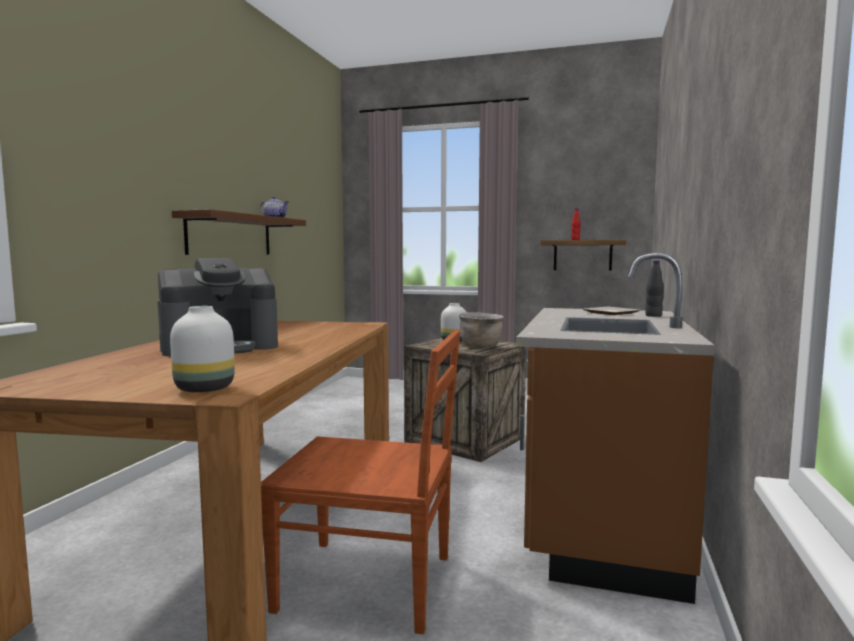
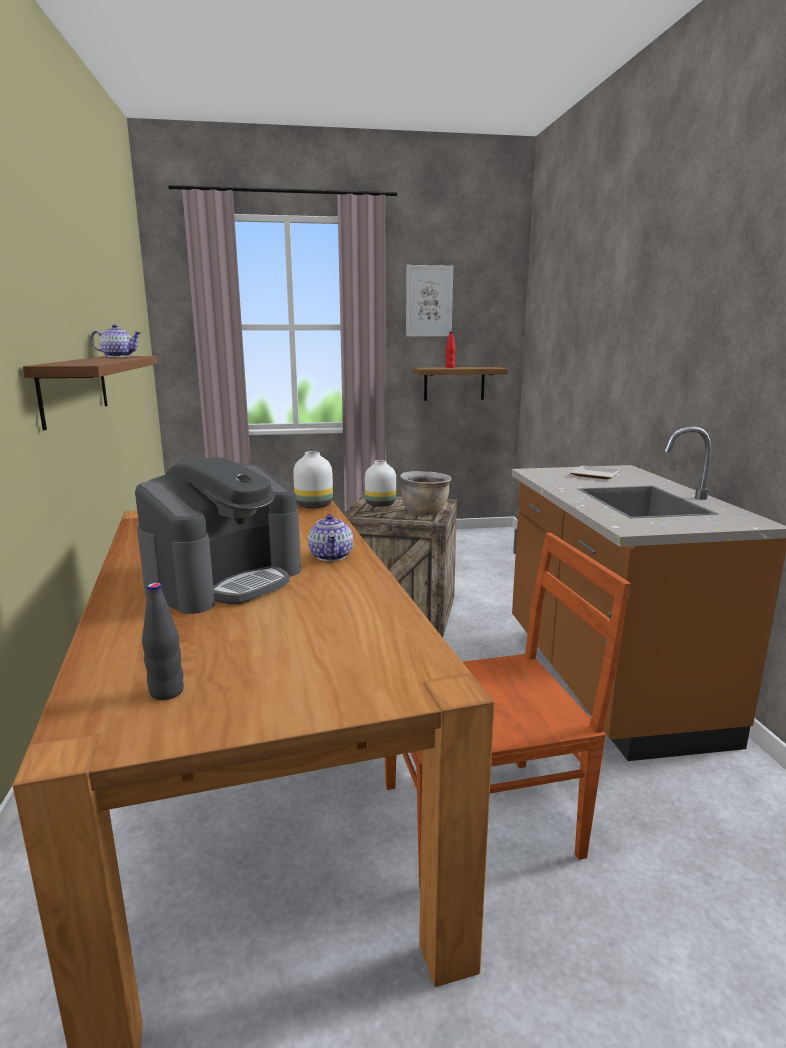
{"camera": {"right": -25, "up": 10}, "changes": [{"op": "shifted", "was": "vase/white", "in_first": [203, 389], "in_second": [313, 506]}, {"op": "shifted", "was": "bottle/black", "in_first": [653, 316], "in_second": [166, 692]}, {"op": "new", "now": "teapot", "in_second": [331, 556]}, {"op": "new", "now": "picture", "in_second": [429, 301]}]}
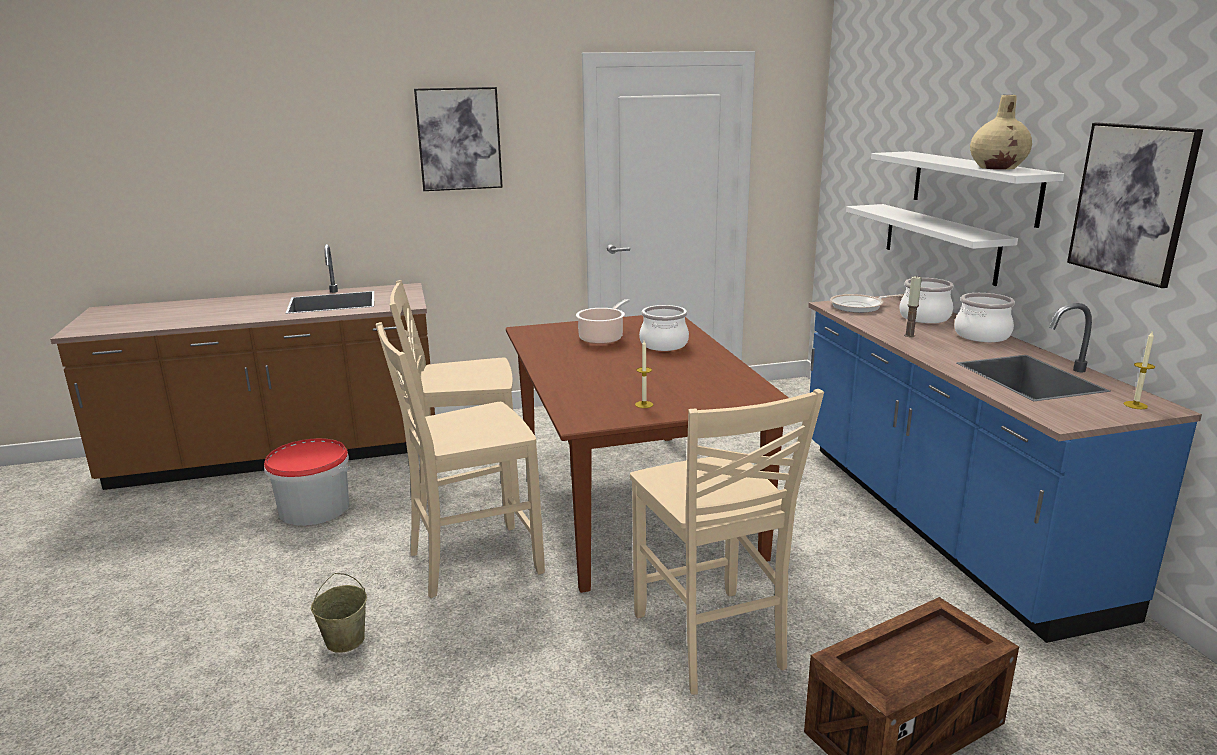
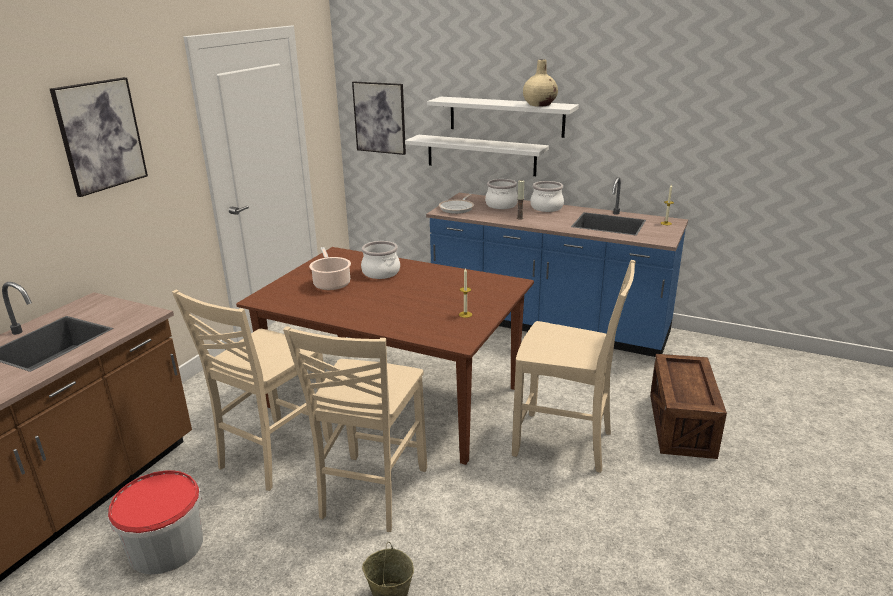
{"camera": {"right": -50, "up": 5}, "changes": [{"op": "shifted", "was": "picture", "in_first": [1131, 202], "in_second": [379, 118]}]}
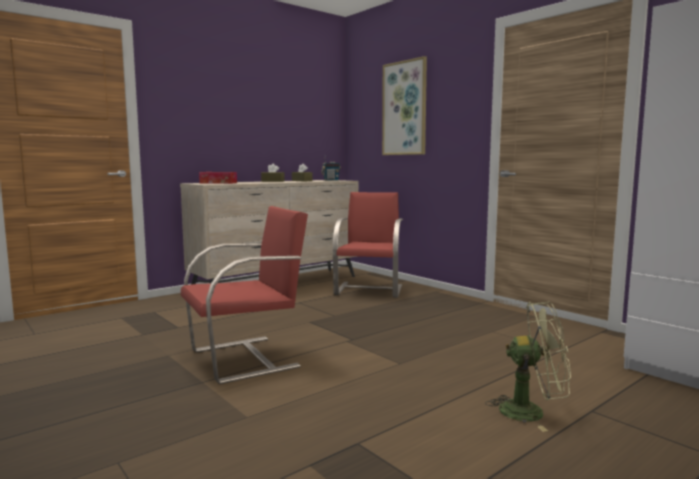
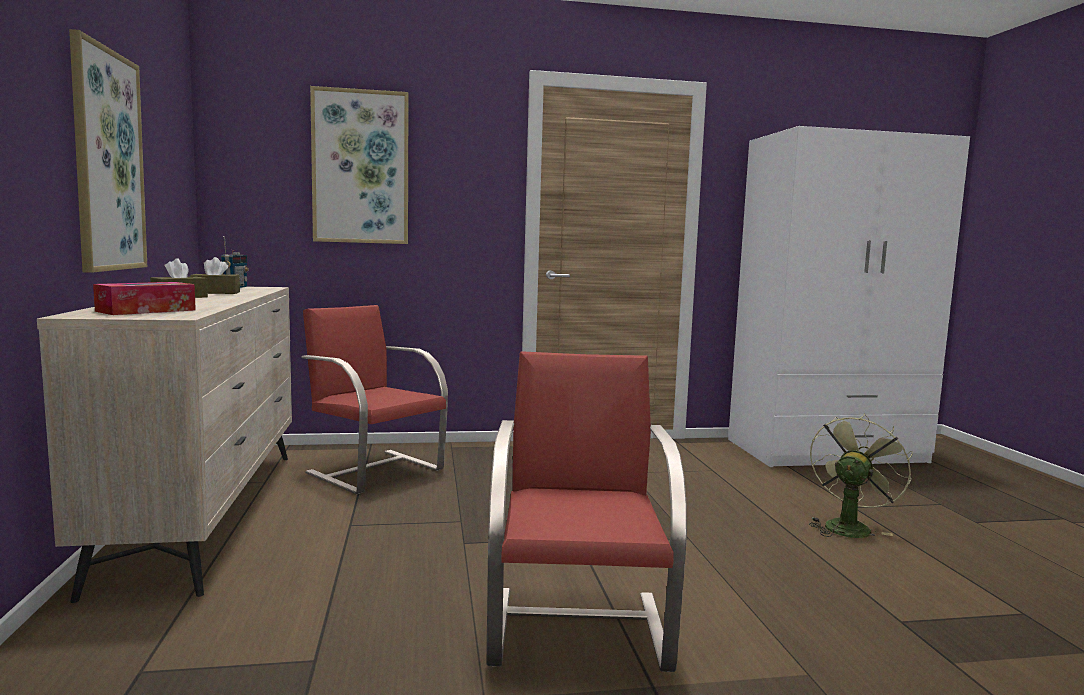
{"camera": {"right": -60, "up": 0}, "changes": [{"op": "new", "now": "picture", "in_second": [107, 161]}]}
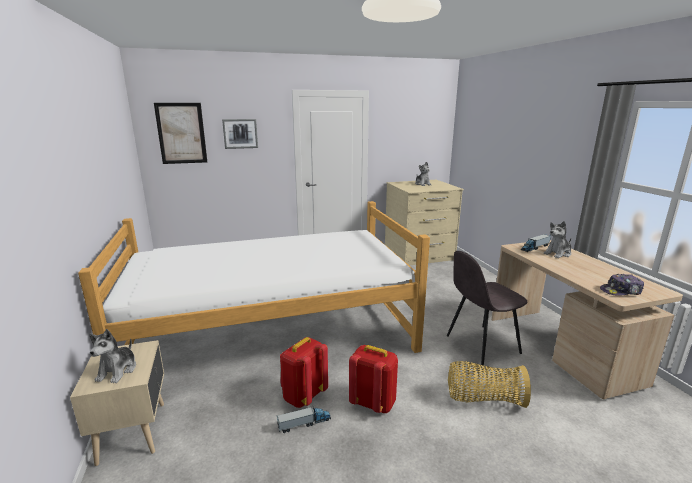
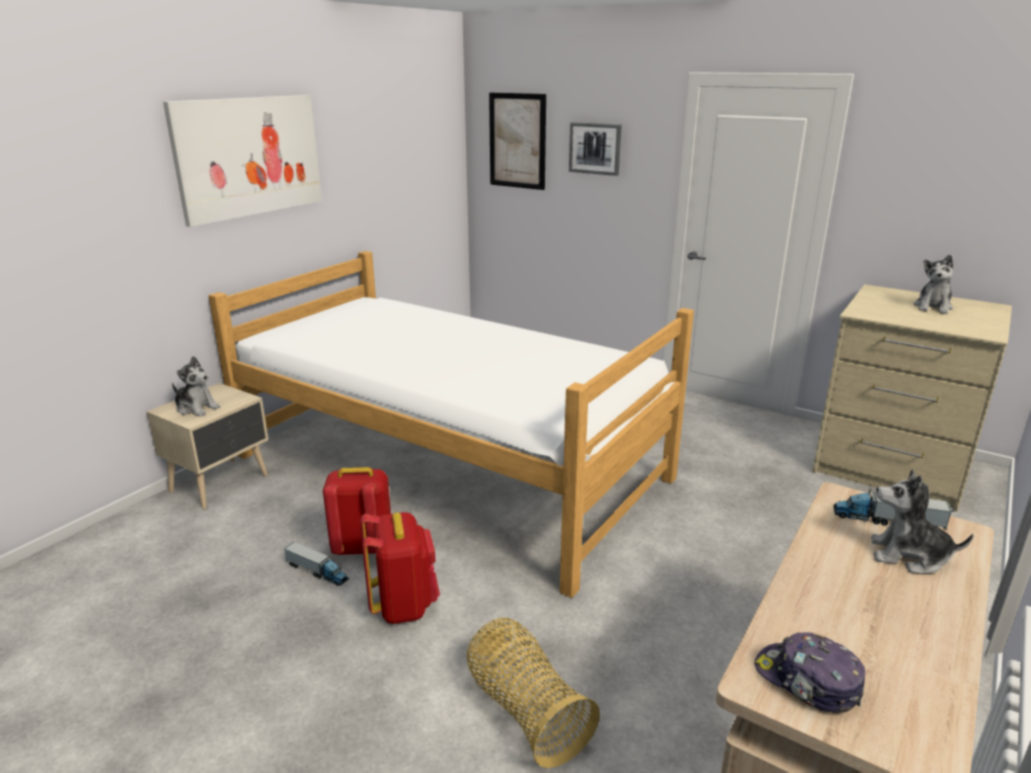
{"camera": {"right": 50, "up": 5}, "changes": [{"op": "rotated", "was": "plush toy", "in_first": [118, 371], "in_second": [196, 408], "clockwise": -120}, {"op": "gone", "was": "chair/grey", "in_first": [481, 345]}, {"op": "new", "now": "picture", "in_second": [249, 156]}]}
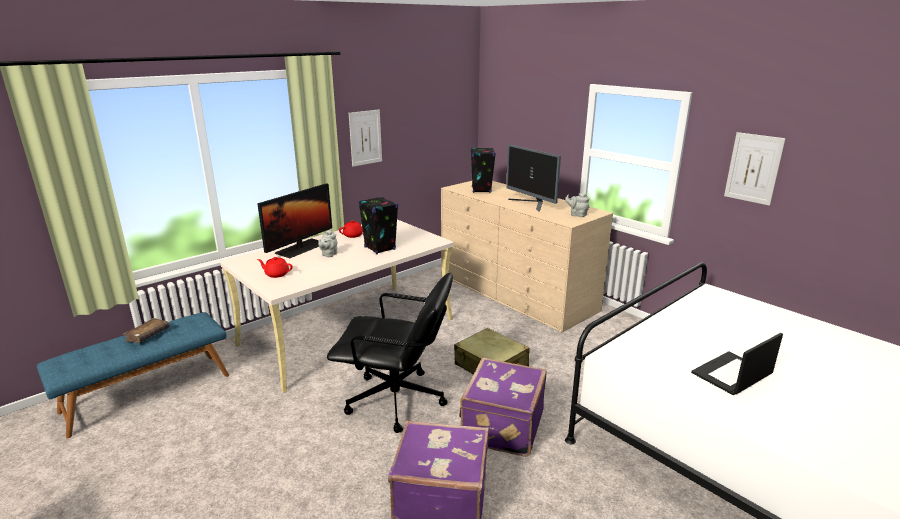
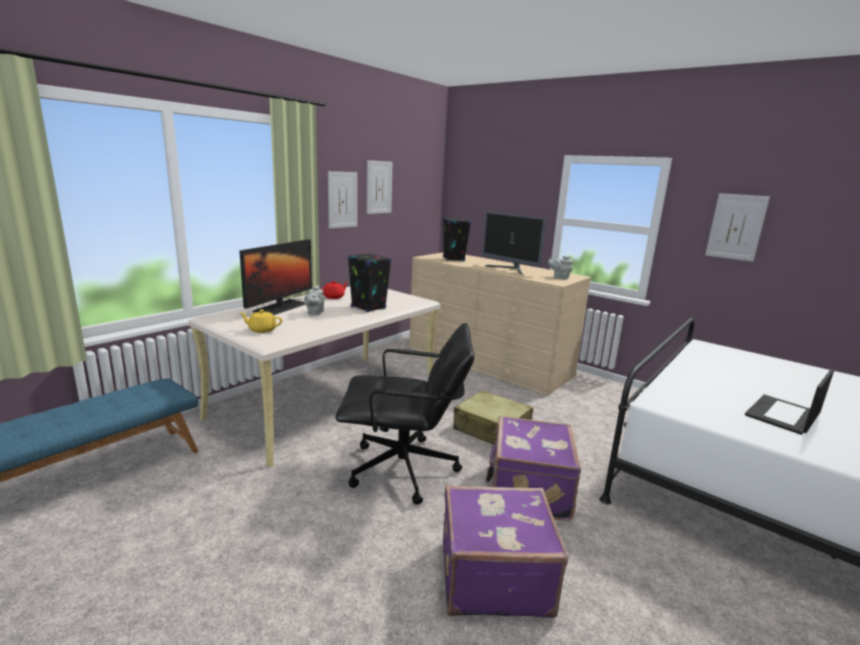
{"camera": {"right": -10, "up": -5}, "changes": [{"op": "gone", "was": "book/brown", "in_first": [148, 335]}, {"op": "repainted", "was": "teapot/red", "now": "teapot/yellow", "in_first": [276, 274], "in_second": [262, 330]}, {"op": "new", "now": "picture", "in_second": [379, 187]}]}
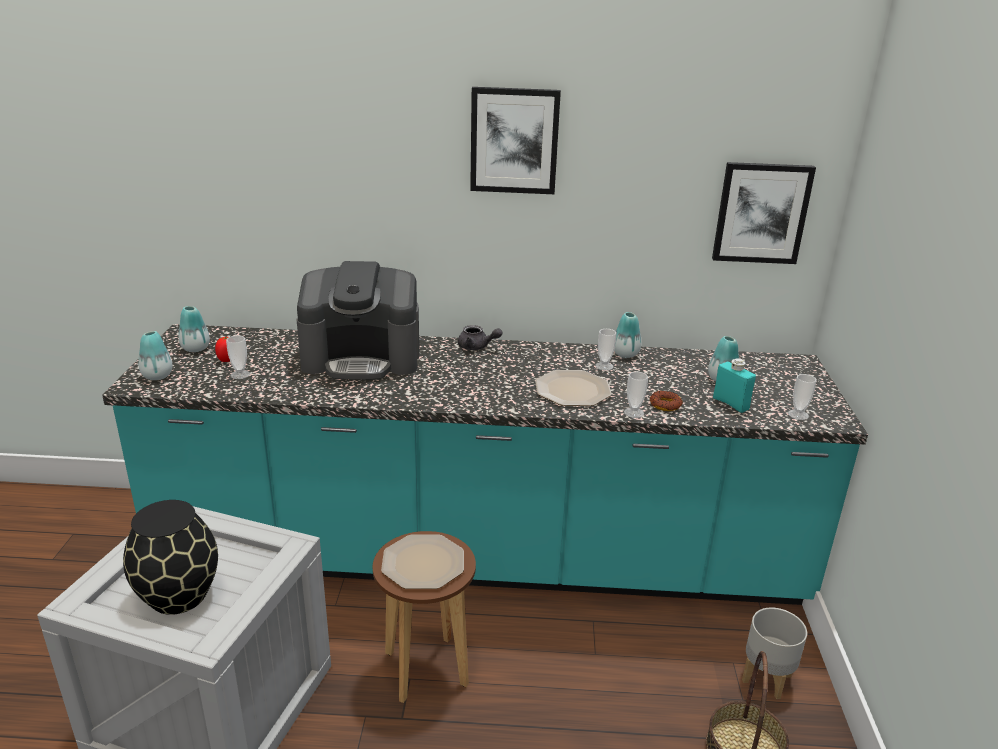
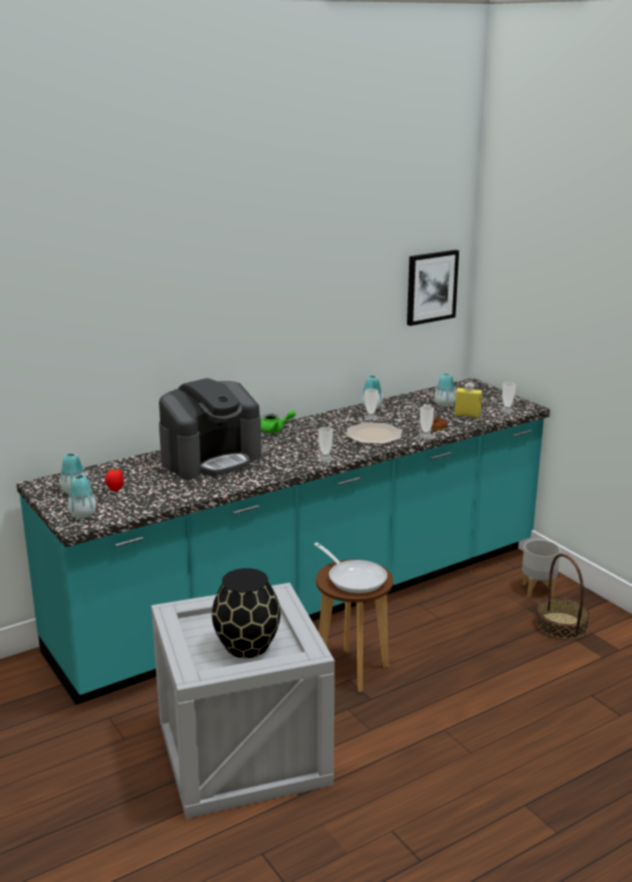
{"camera": {"right": -35, "up": -5}, "changes": [{"op": "shifted", "was": "cup", "in_first": [240, 374], "in_second": [325, 458]}, {"op": "swapped", "was": "plate", "now": "frying pan", "in_first": [424, 563], "in_second": [354, 578]}, {"op": "repainted", "was": "teapot/grey", "now": "teapot/green", "in_first": [477, 347], "in_second": [275, 430]}, {"op": "gone", "was": "picture", "in_first": [514, 141]}, {"op": "repainted", "was": "bottle/turquoise", "now": "bottle/yellow", "in_first": [730, 403], "in_second": [467, 415]}]}
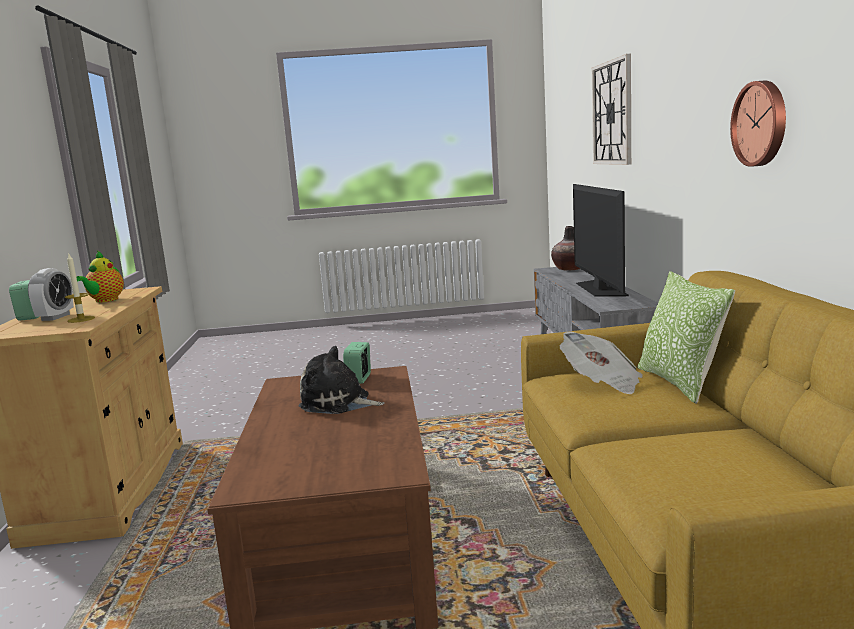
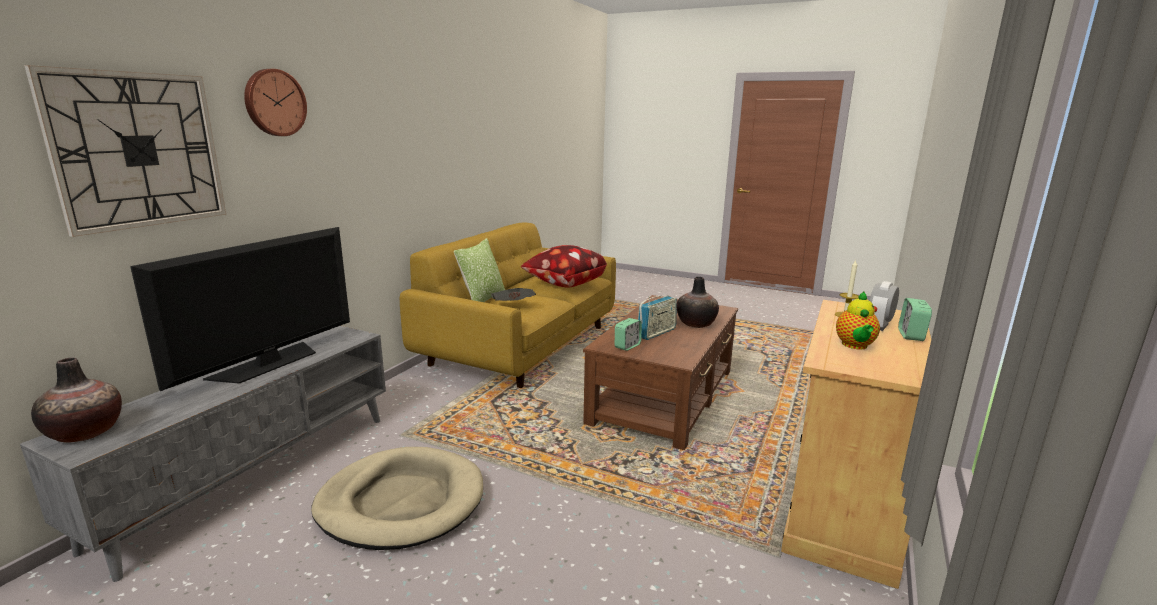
{"camera": {"right": -150, "up": 5}, "changes": [{"op": "rotated", "was": "teapot", "in_first": [105, 300], "in_second": [855, 346], "clockwise": 150}, {"op": "swapped", "was": "plush toy", "now": "radio", "in_first": [338, 403], "in_second": [656, 333]}, {"op": "shifted", "was": "wall clock", "in_first": [761, 123], "in_second": [274, 103]}, {"op": "new", "now": "dog bed/beige", "in_second": [401, 502]}, {"op": "new", "now": "pillow", "in_second": [564, 284]}, {"op": "new", "now": "vase", "in_second": [696, 324]}]}
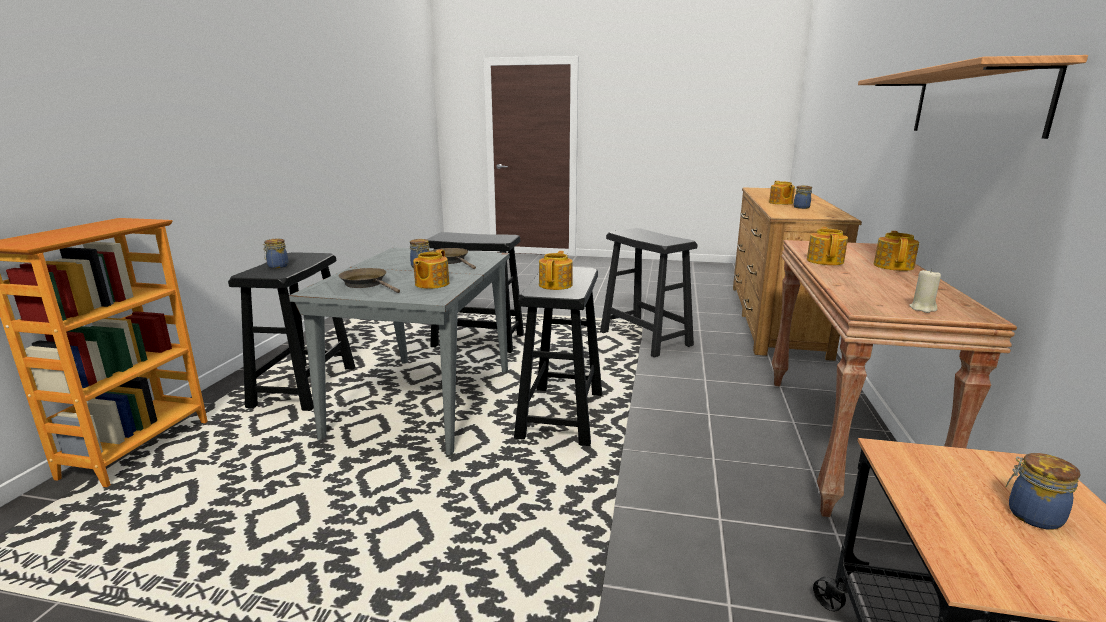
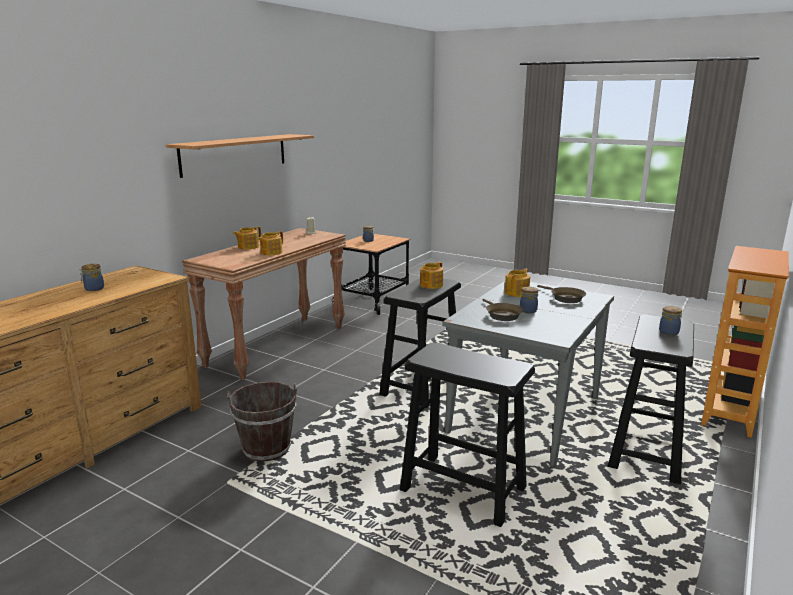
{"camera": {"right": -160, "up": 0}, "changes": [{"op": "swapped", "was": "stool/black", "now": "bucket/brown", "in_first": [645, 339], "in_second": [267, 448]}, {"op": "gone", "was": "teapot", "in_first": [780, 203]}]}
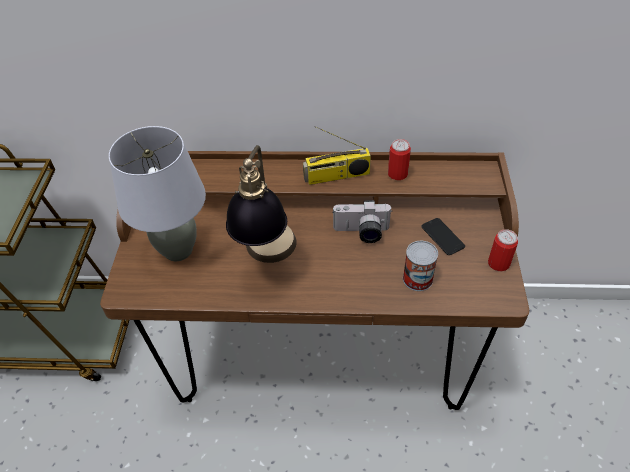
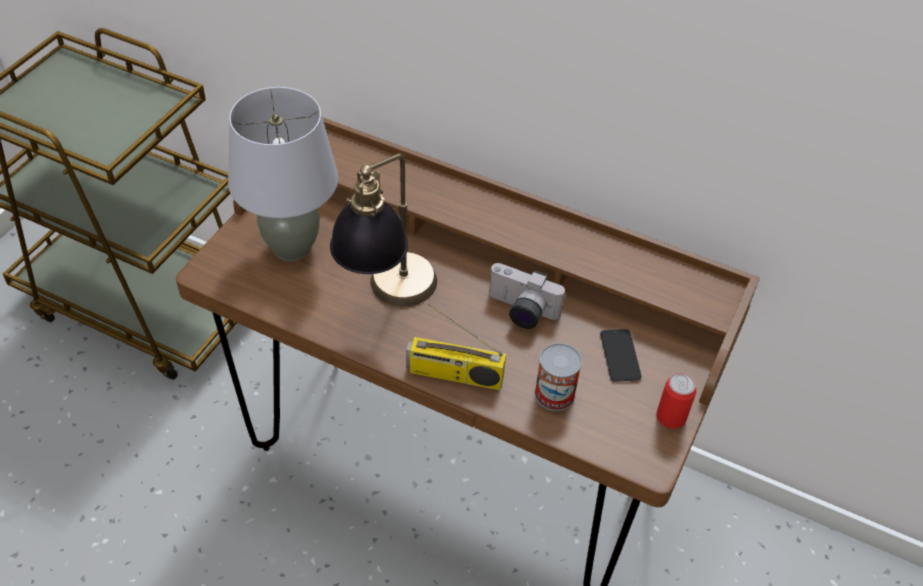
{"camera": {"right": 20, "up": 0}, "changes": [{"op": "shifted", "was": "radio", "in_first": [336, 176], "in_second": [454, 375]}, {"op": "gone", "was": "can", "in_first": [397, 174]}]}
